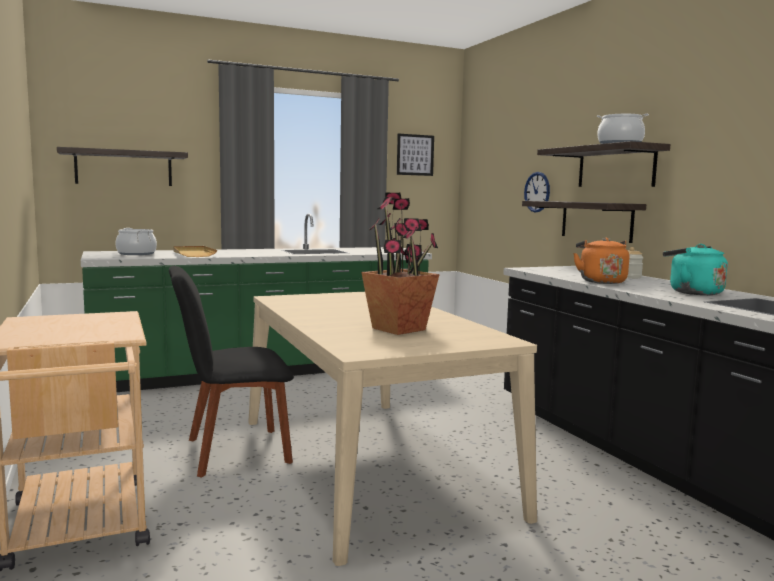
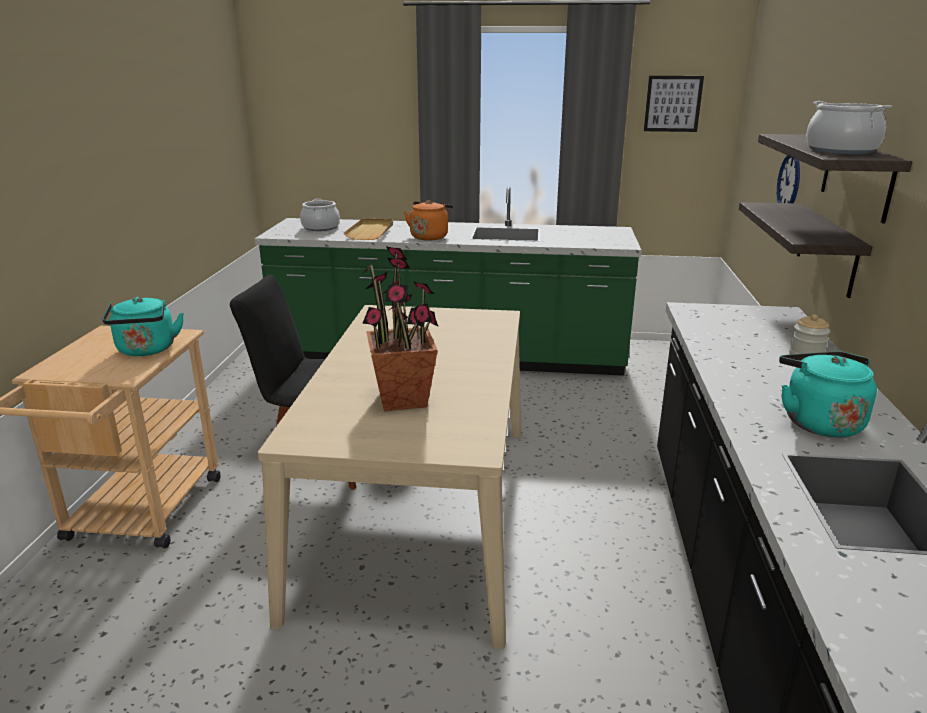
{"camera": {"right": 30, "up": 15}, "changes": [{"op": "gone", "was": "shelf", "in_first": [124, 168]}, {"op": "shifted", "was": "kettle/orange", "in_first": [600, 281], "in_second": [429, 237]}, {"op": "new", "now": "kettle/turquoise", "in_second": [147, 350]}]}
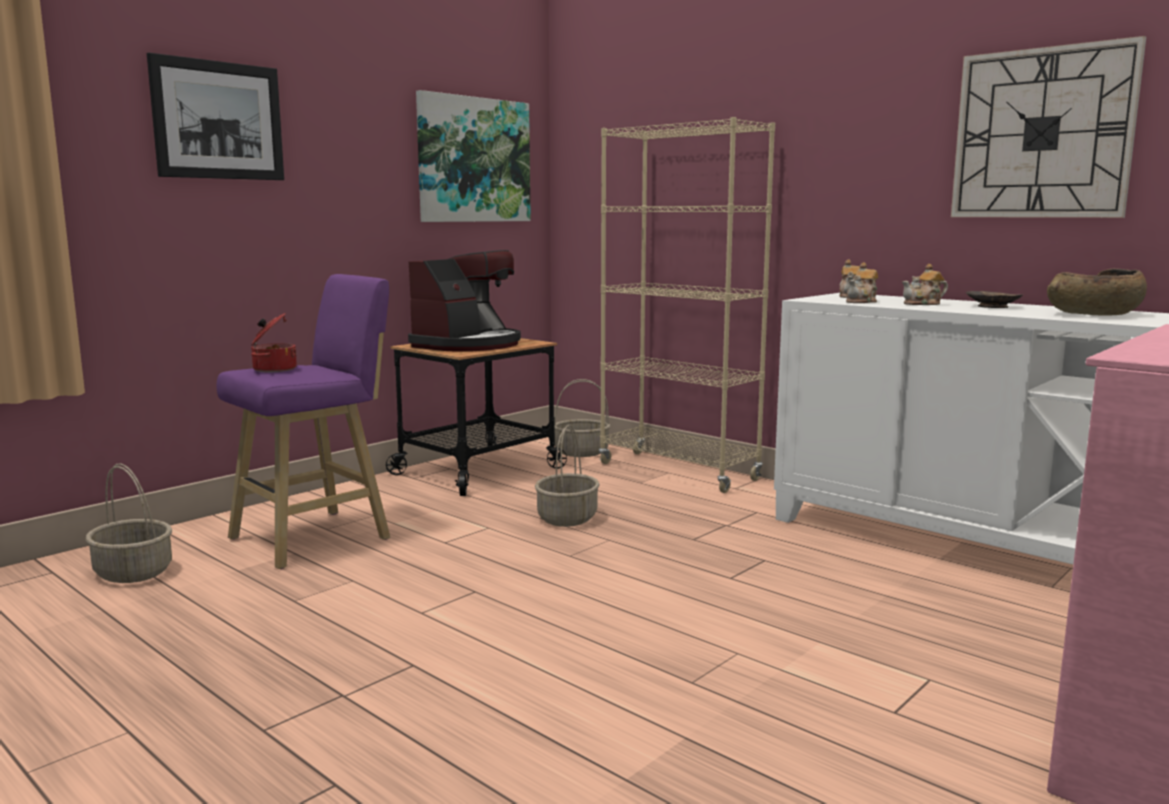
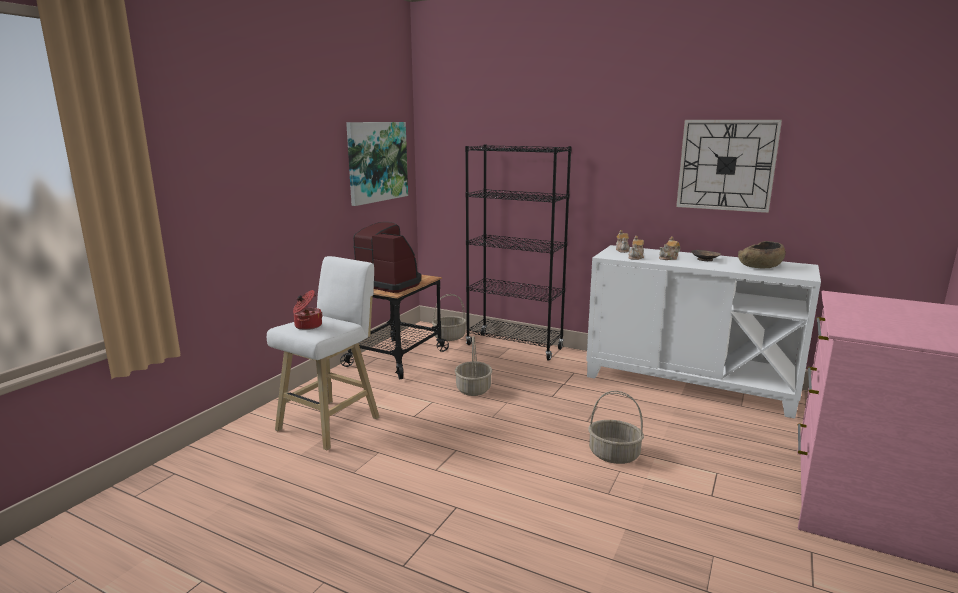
{"camera": {"right": -15, "up": 5}, "changes": [{"op": "shifted", "was": "basket", "in_first": [134, 572], "in_second": [614, 454]}, {"op": "gone", "was": "picture", "in_first": [218, 120]}, {"op": "repainted", "was": "stool/purple", "now": "stool/white", "in_first": [317, 537], "in_second": [332, 422]}, {"op": "rotated", "was": "coffee machine", "in_first": [468, 345], "in_second": [390, 283], "clockwise": -75}, {"op": "repainted", "was": "bookcase/beige", "now": "bookcase/black", "in_first": [678, 472], "in_second": [514, 347]}]}
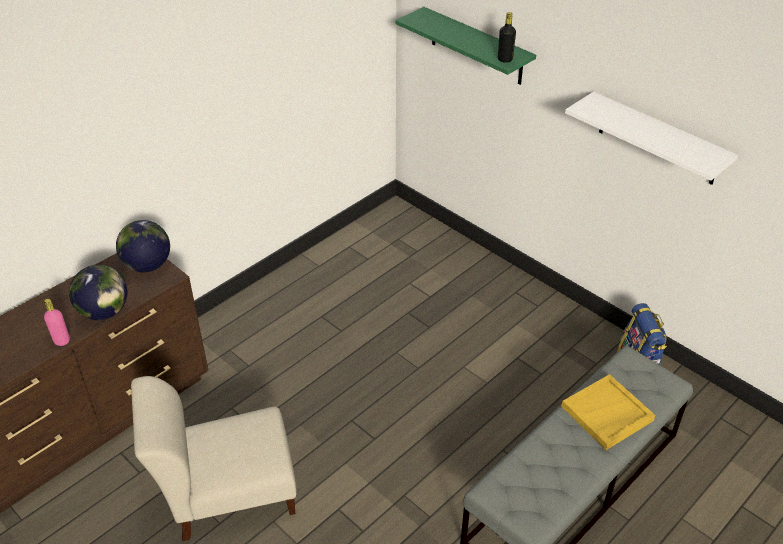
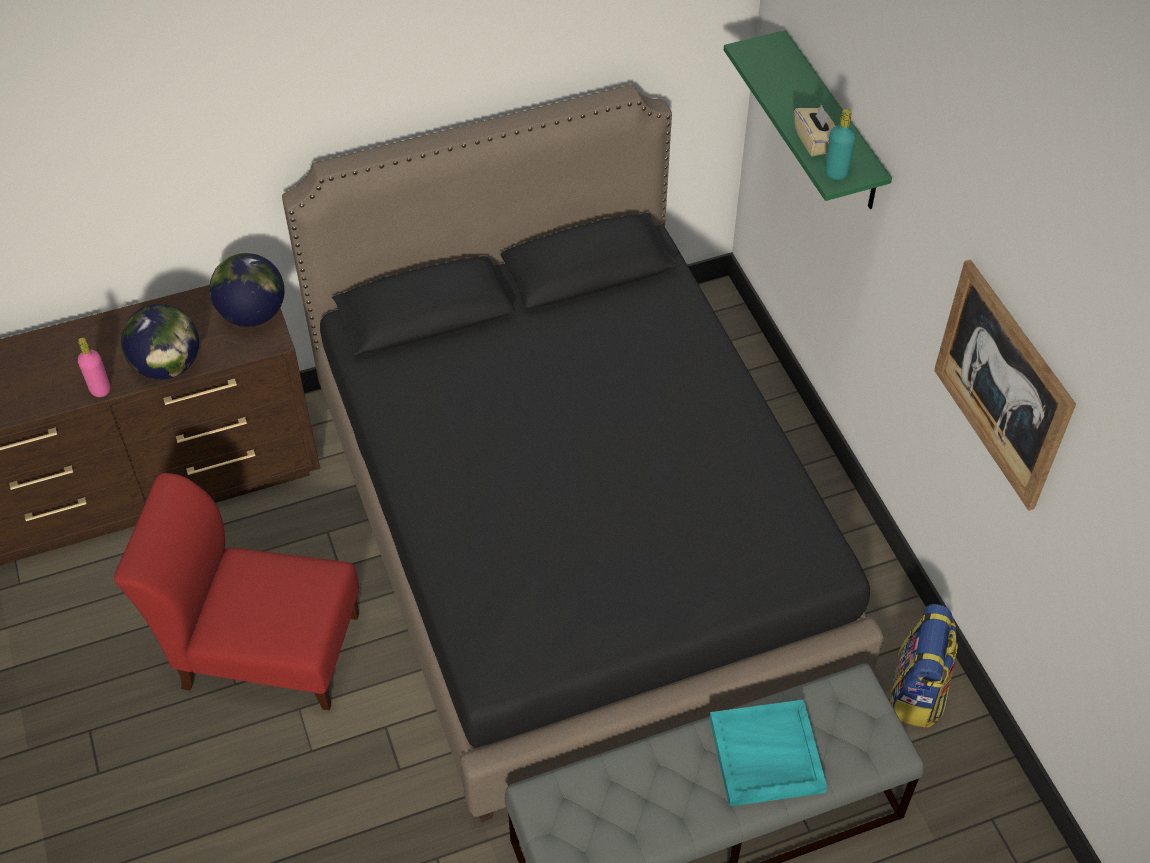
{"camera": {"right": 25, "up": 10}, "changes": [{"op": "repainted", "was": "chair/beige", "now": "chair/red", "in_first": [227, 493], "in_second": [264, 648]}, {"op": "repainted", "was": "bottle/black", "now": "bottle/turquoise", "in_first": [505, 59], "in_second": [836, 173]}, {"op": "repainted", "was": "tray/yellow", "now": "tray/turquoise", "in_first": [607, 414], "in_second": [765, 756]}, {"op": "swapped", "was": "shelf/white", "now": "picture", "in_first": [658, 139], "in_second": [1002, 384]}, {"op": "new", "now": "bed/black", "in_second": [574, 534]}, {"op": "new", "now": "tissue box/beige", "in_second": [815, 142]}]}
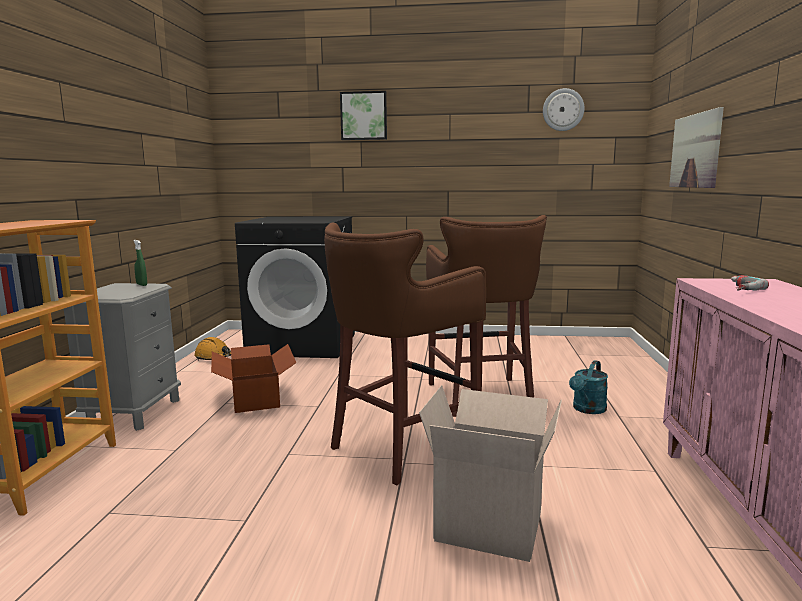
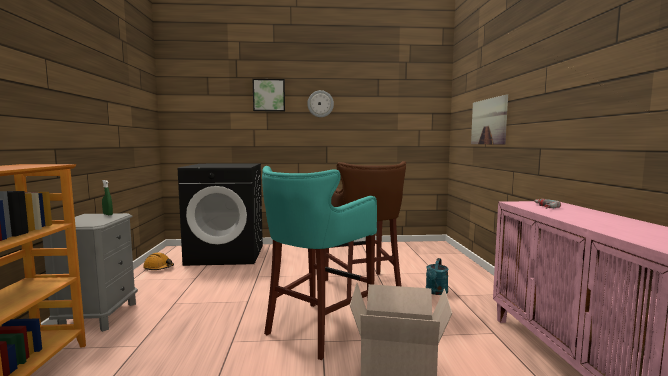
{"camera": {"right": -10, "up": -5}, "changes": [{"op": "gone", "was": "cardboard box", "in_first": [254, 398]}, {"op": "repainted", "was": "stool/brown", "now": "stool/turquoise", "in_first": [400, 448], "in_second": [316, 330]}, {"op": "shifted", "was": "wall clock", "in_first": [563, 110], "in_second": [320, 104]}]}
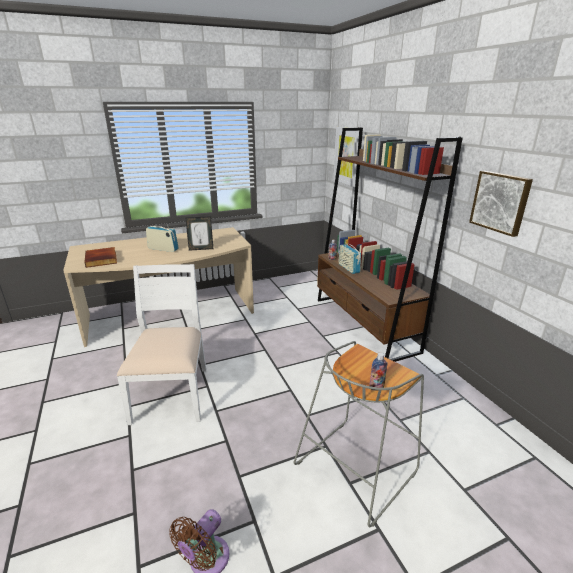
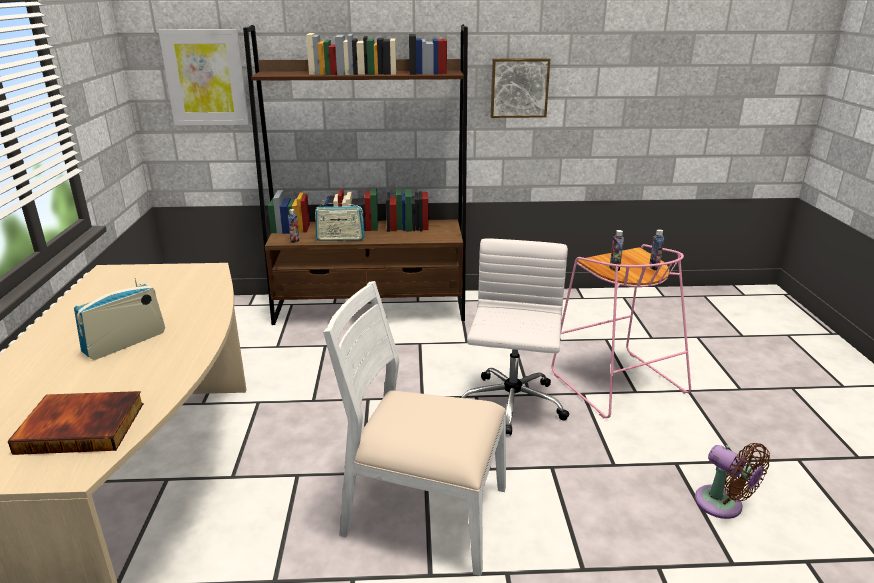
{"camera": {"right": -70, "up": 0}, "changes": [{"op": "gone", "was": "picture frame", "in_first": [201, 249]}, {"op": "repainted", "was": "stool/grey", "now": "stool/pink", "in_first": [356, 466], "in_second": [615, 382]}, {"op": "new", "now": "office chair/white", "in_second": [511, 405]}, {"op": "new", "now": "bottle", "in_second": [614, 268]}]}
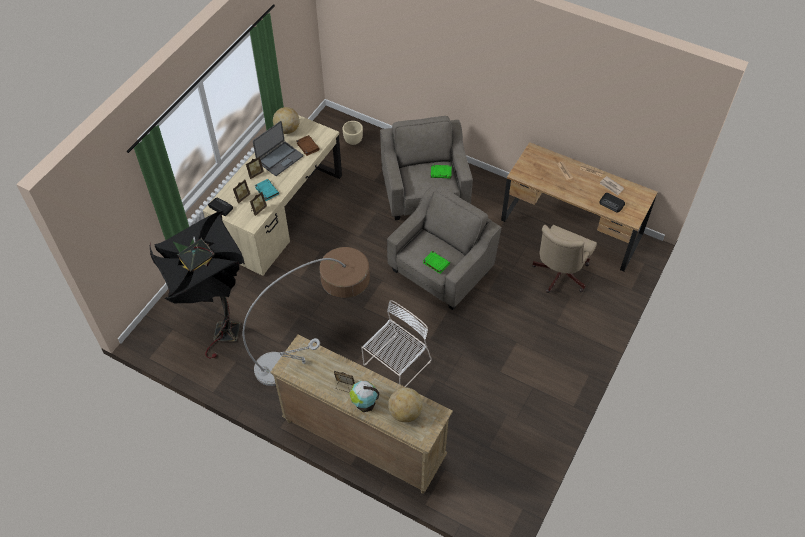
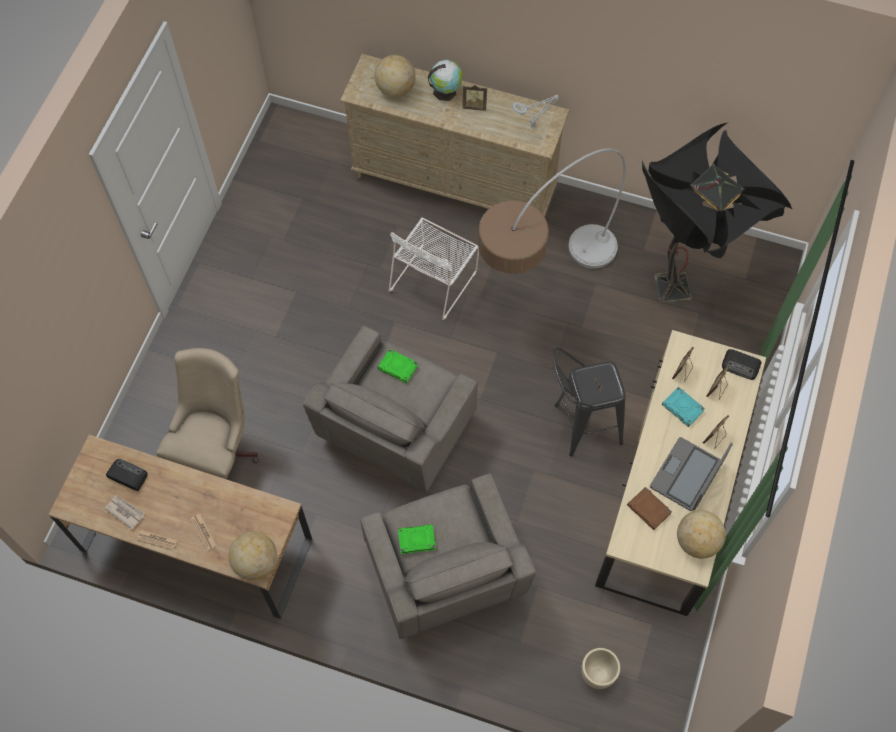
{"camera": {"right": 170, "up": 10}, "changes": [{"op": "new", "now": "globe", "in_second": [256, 562]}, {"op": "new", "now": "stool/black", "in_second": [580, 426]}]}
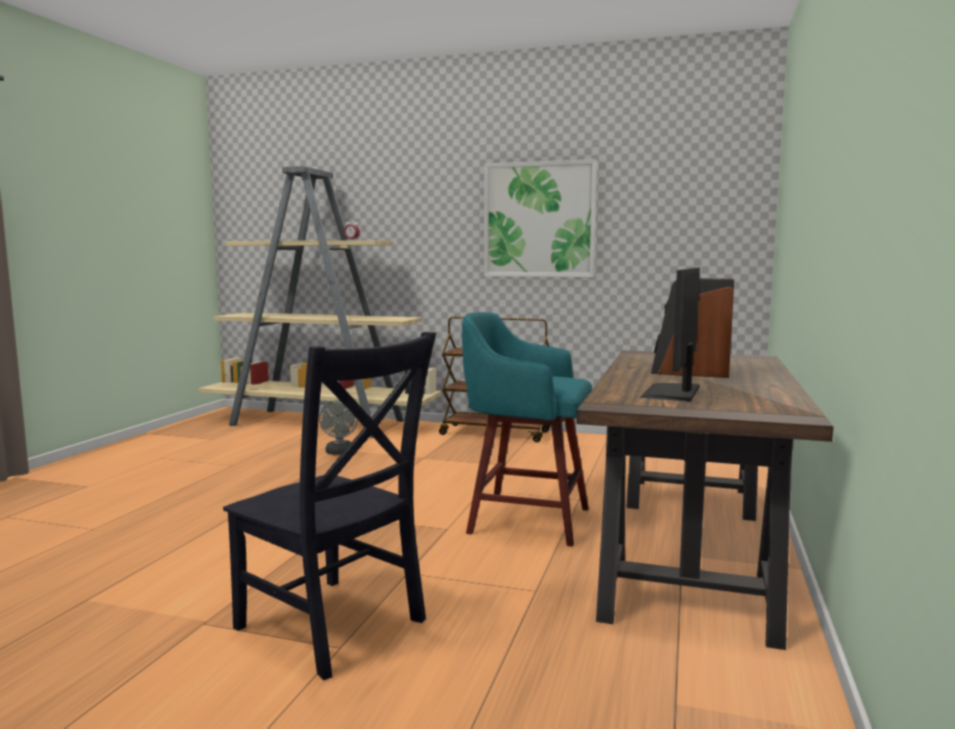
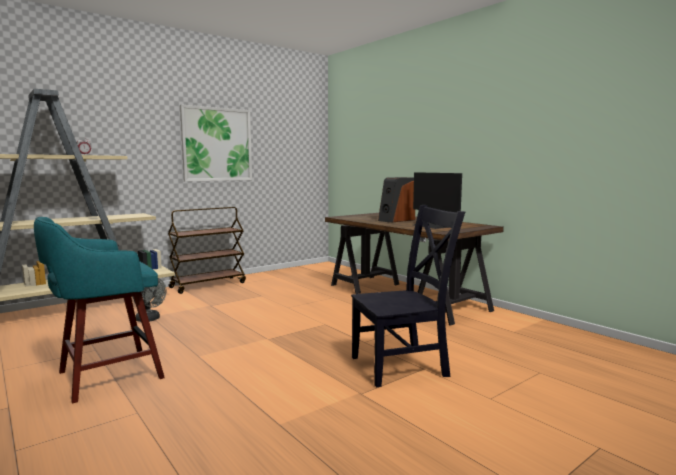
{"camera": {"right": -55, "up": 0}, "changes": [{"op": "shifted", "was": "stool/turquoise", "in_first": [525, 520], "in_second": [106, 376]}]}
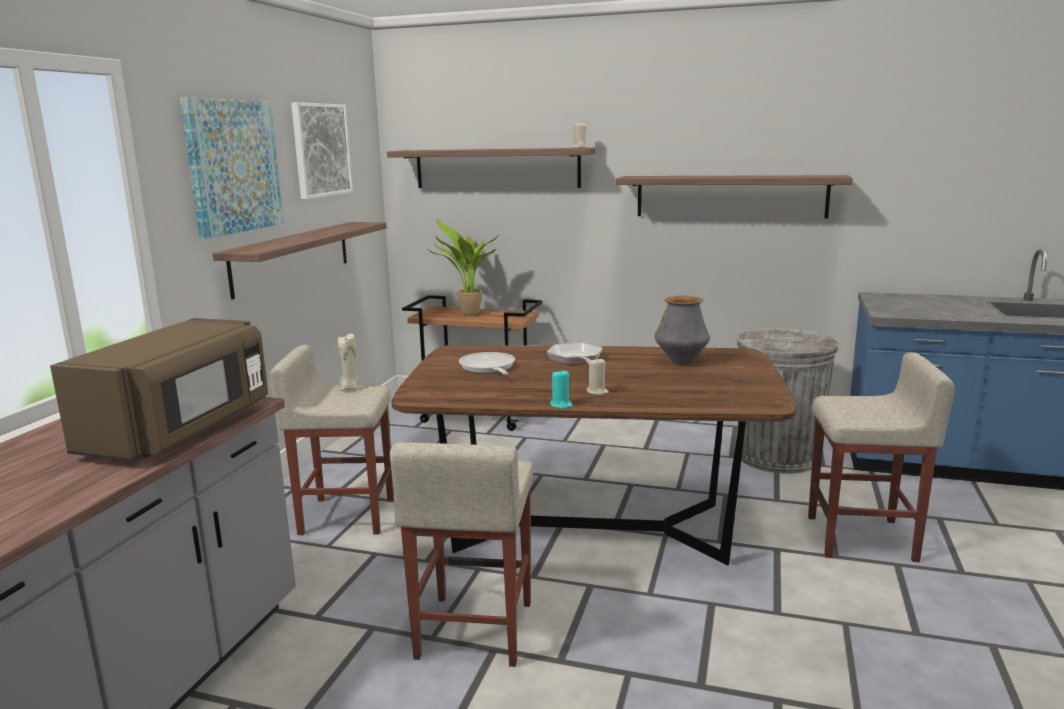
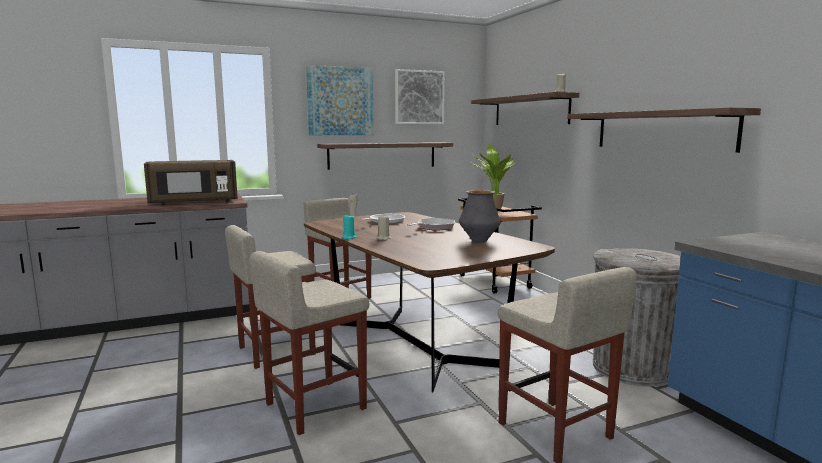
{"camera": {"right": 50, "up": -5}, "changes": [{"op": "new", "now": "stool/beige", "in_second": [314, 406]}]}
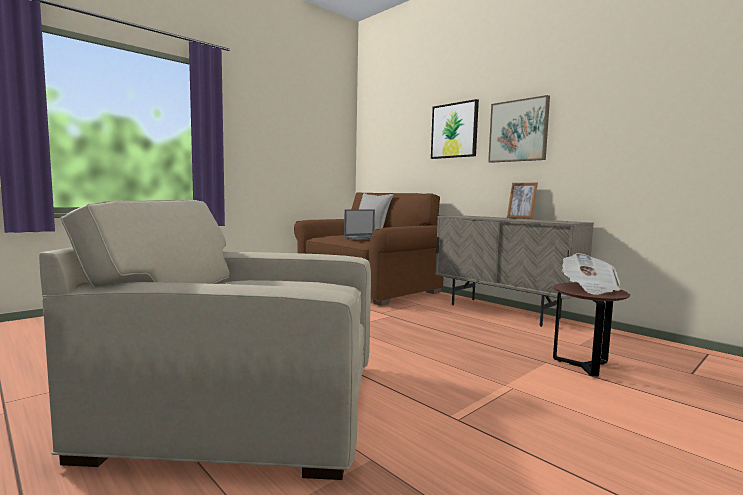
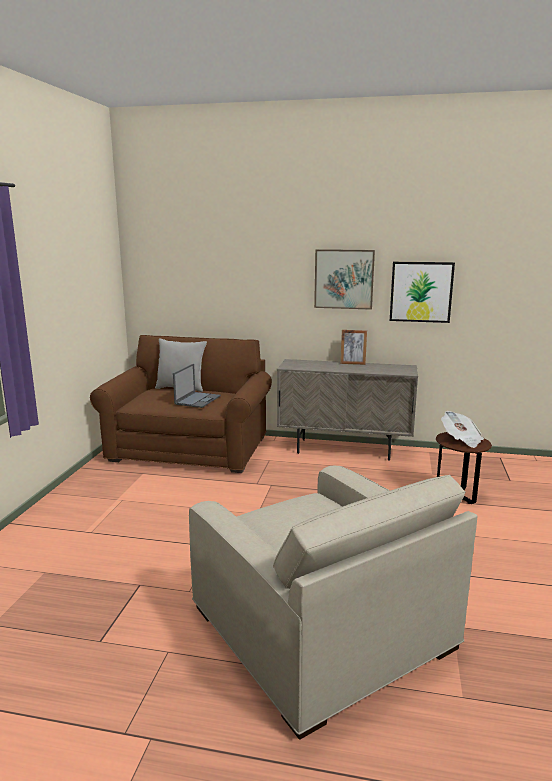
{"camera": {"right": -35, "up": 10}, "changes": [{"op": "rotated", "was": "armchair/beige", "in_first": [245, 405], "in_second": [321, 627], "clockwise": -90}, {"op": "shifted", "was": "picture", "in_first": [454, 130], "in_second": [421, 292]}]}
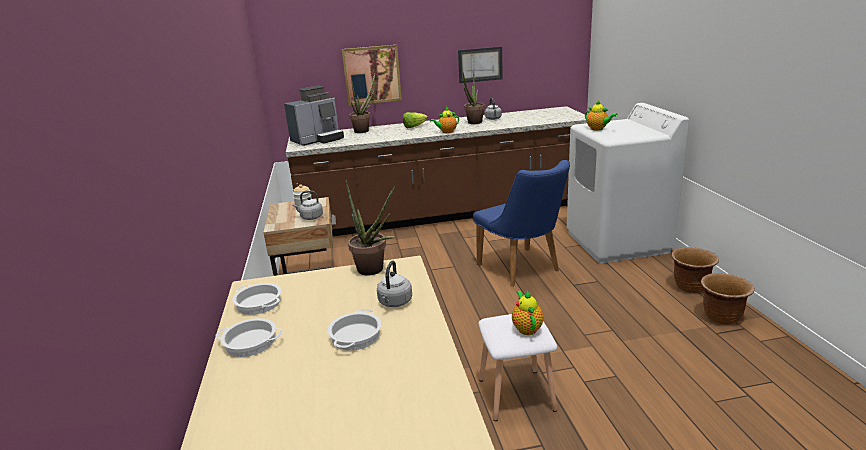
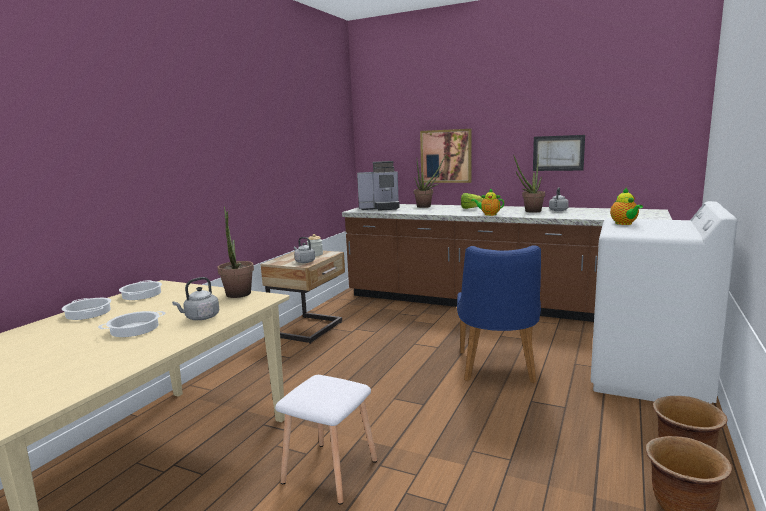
{"camera": {"right": 35, "up": -10}, "changes": [{"op": "gone", "was": "teapot", "in_first": [526, 328]}]}
